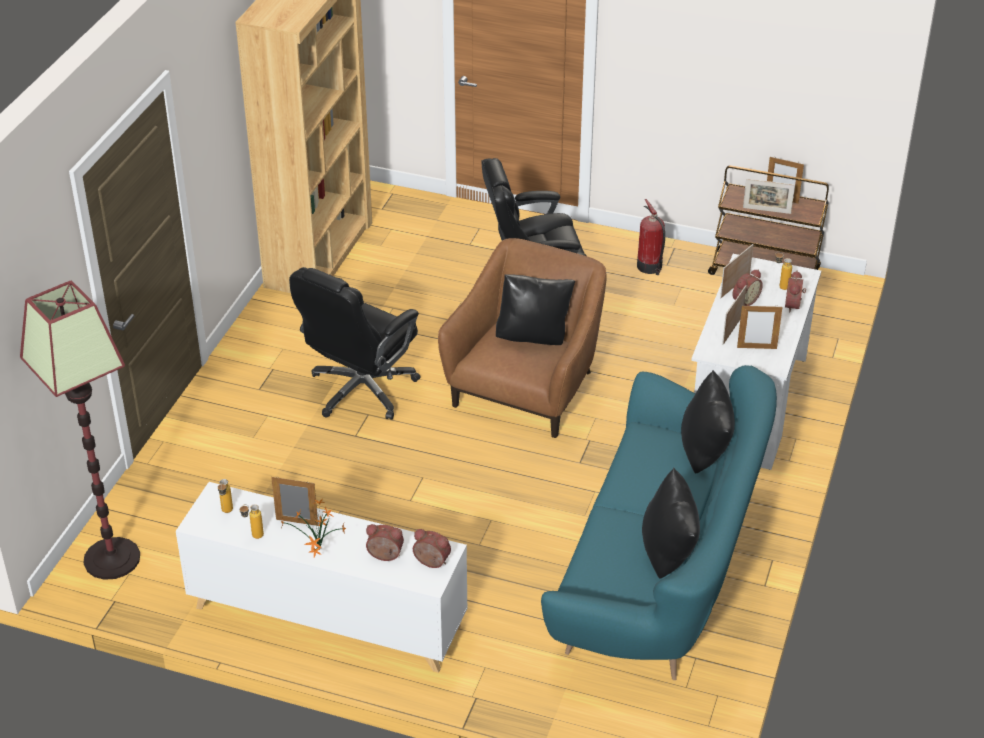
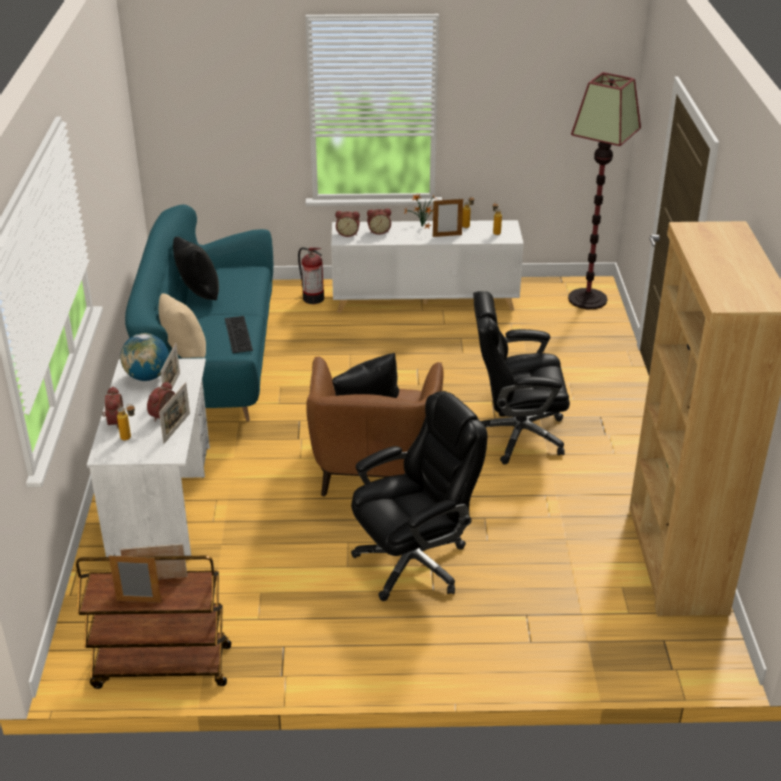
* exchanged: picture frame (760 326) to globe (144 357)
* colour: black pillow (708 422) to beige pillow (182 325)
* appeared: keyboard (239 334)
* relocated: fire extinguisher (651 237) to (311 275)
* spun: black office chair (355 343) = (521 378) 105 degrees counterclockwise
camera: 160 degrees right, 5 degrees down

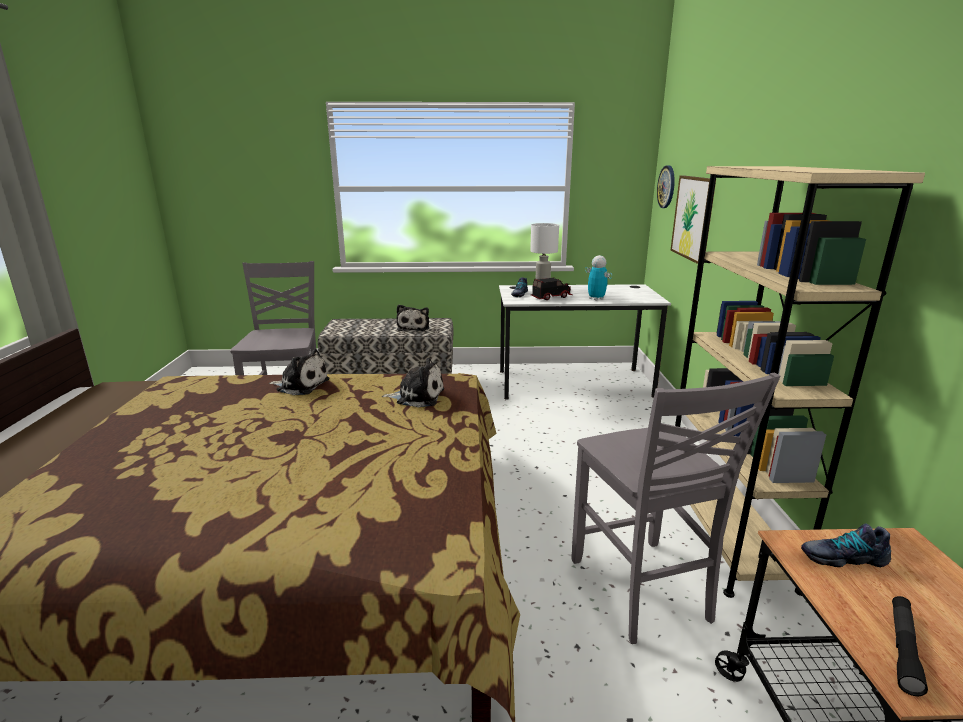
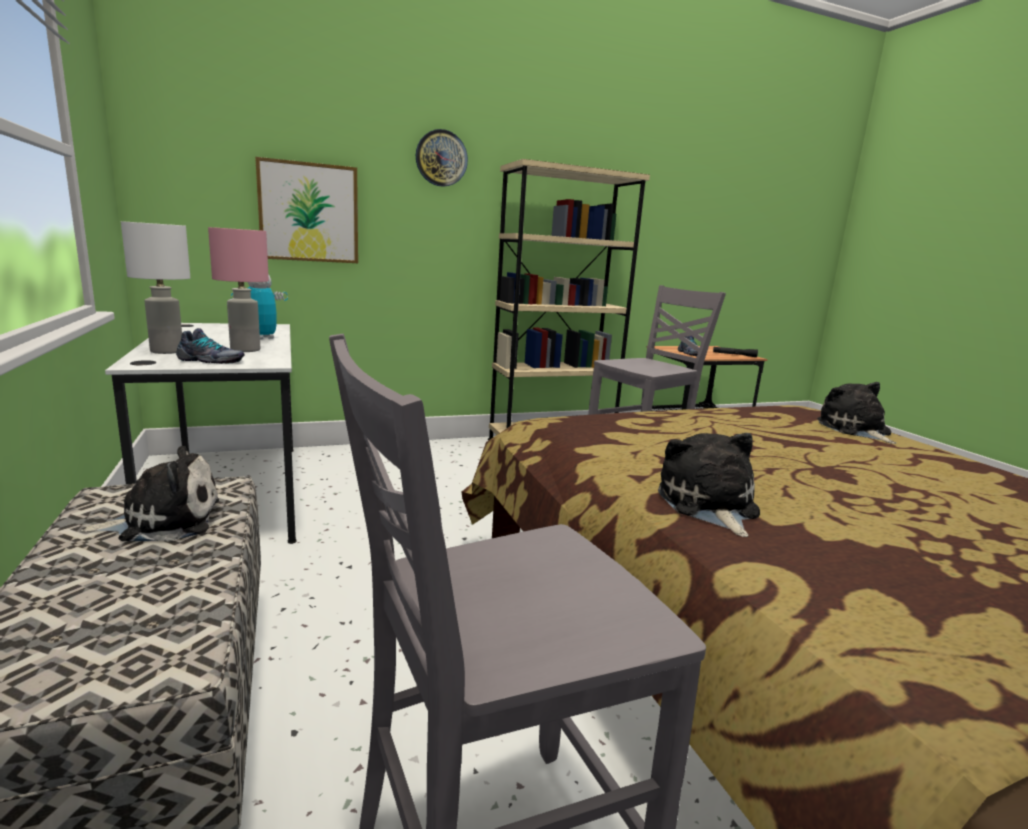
* exchanged: toy truck (552 289) to pink table lamp (238 289)
* relocated: wall clock (666 186) to (442 158)
* relocated: plush toy (413 383) to (856 413)
camera: 110 degrees left, 5 degrees down

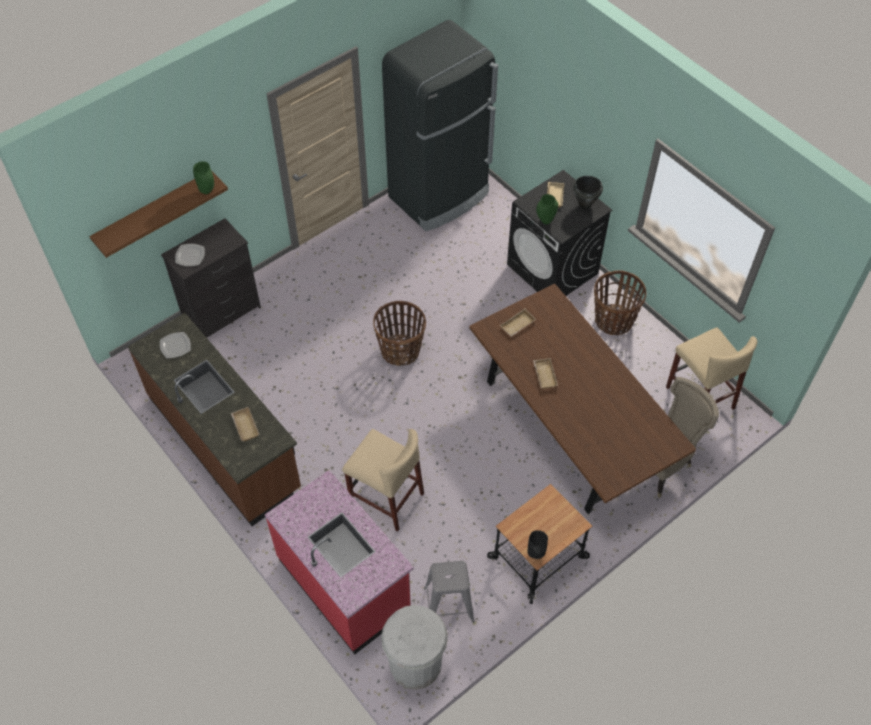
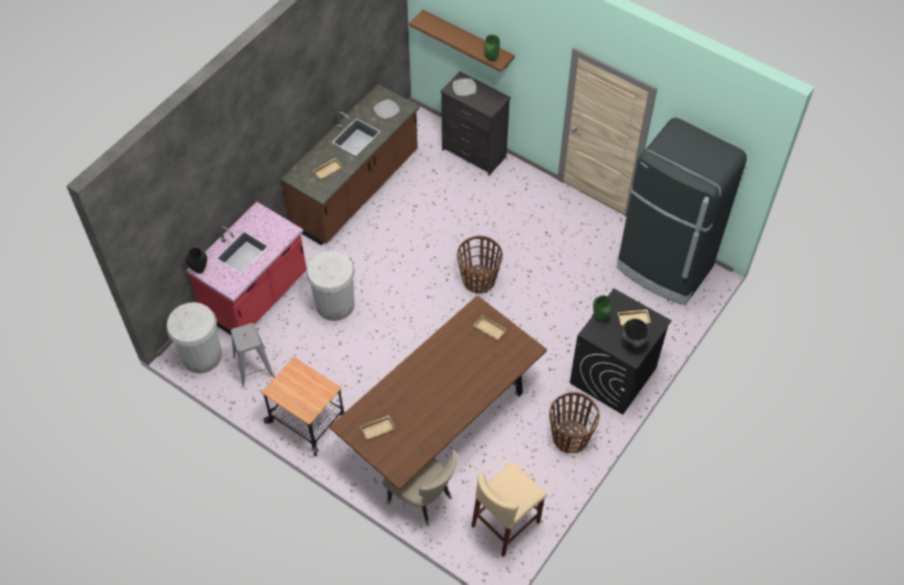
* relocated: black vase (537 544) to (196 261)
* exchanged: beige stool (383 480) to white trash can (330 286)
* relocated: beige tray (545 373) to (377 427)
camera: 75 degrees right, 0 degrees up

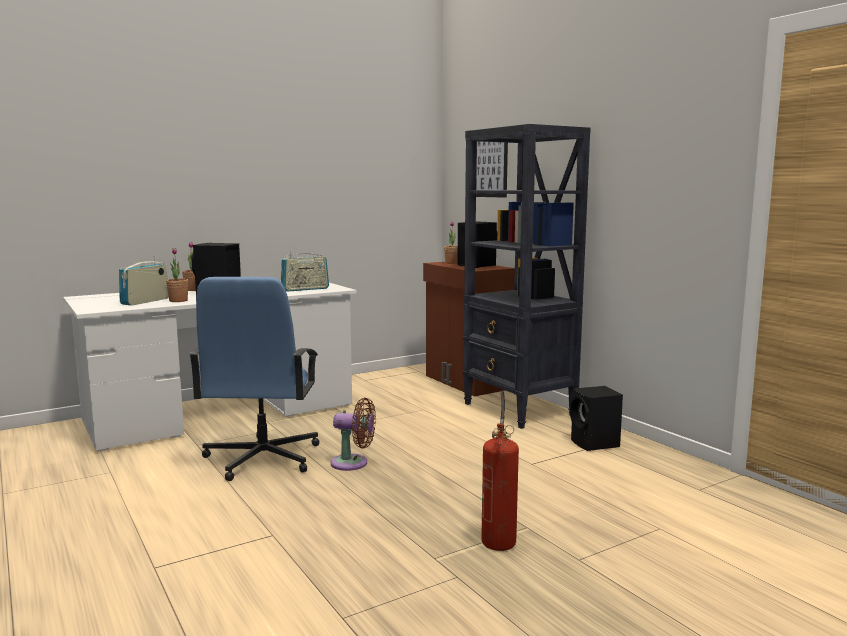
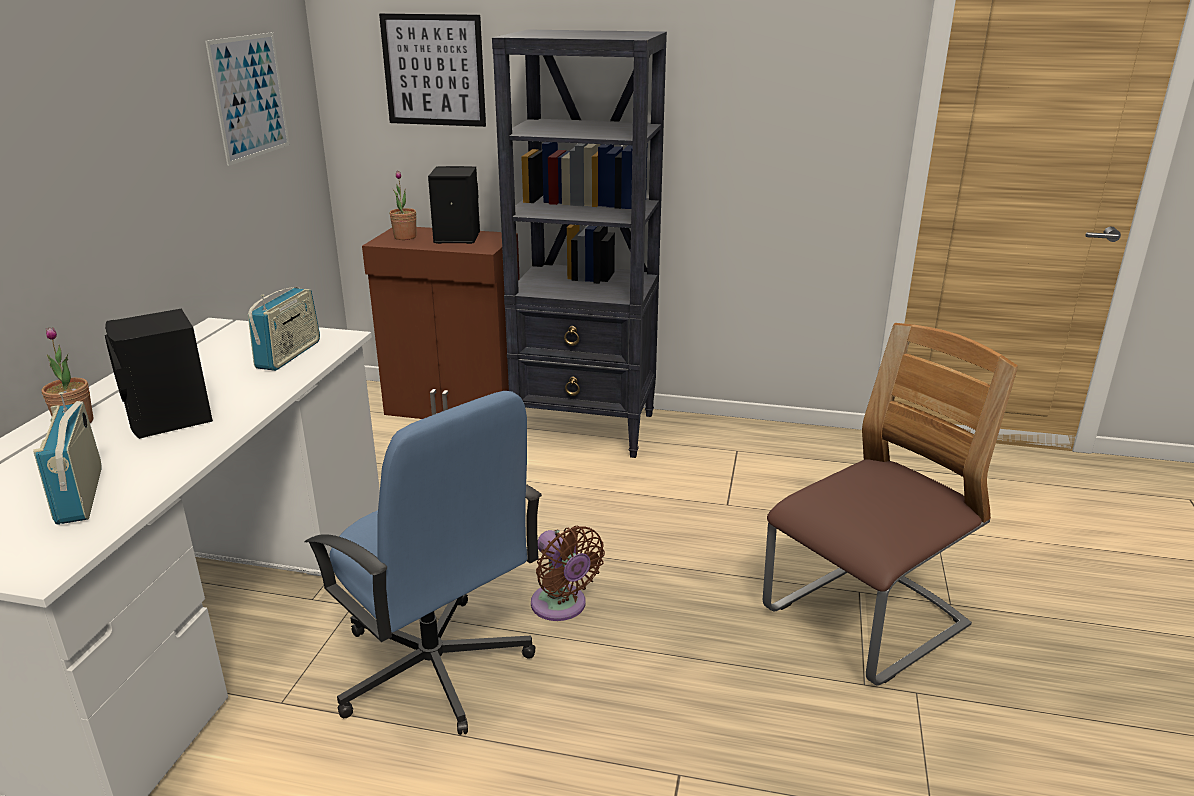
* appeared: picture (247 99)
* spun: brown fan (353 434) = (568 573) 90 degrees clockwise
* exchanged: fire extinguisher (500 471) to chair (890 504)
* missing: potted plant (177 275)
* missing: black speaker (596 418)
camera: 45 degrees left, 15 degrees up

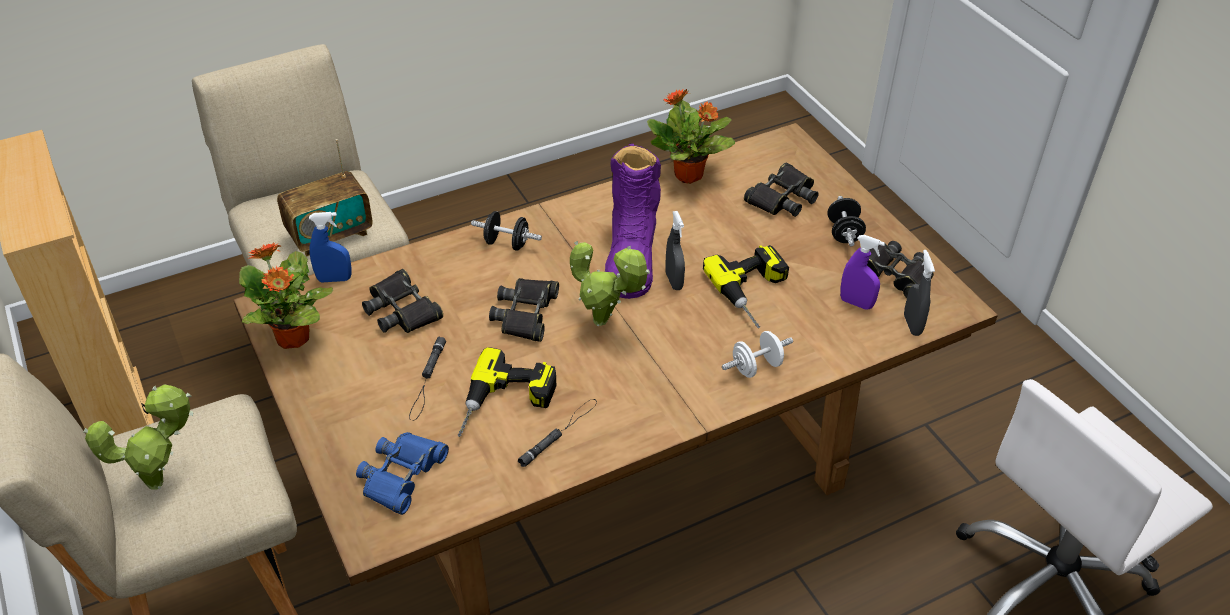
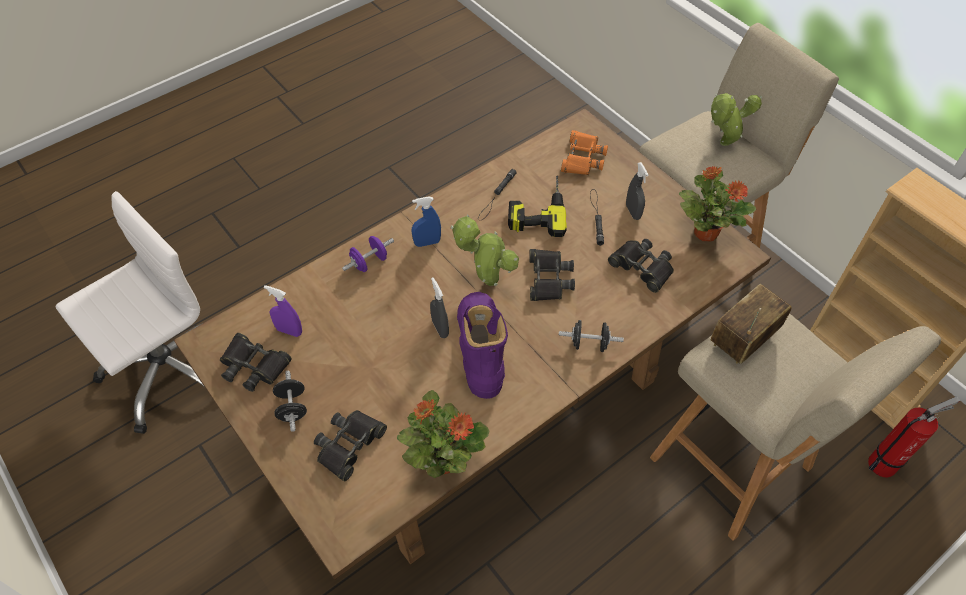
* colour: white dumbbell (757 354) to purple dumbbell (368 254)
* relocated: blue spray bottle (330 247) to (426 221)
* colour: blue binoculars (402 473) to orange binoculars (584 152)
* relocated: grey spray bottle (919 293) to (637 191)
* appeared: fire extinguisher (914 436)
* missing: power drill (746 286)
camera: 170 degrees right, 10 degrees up

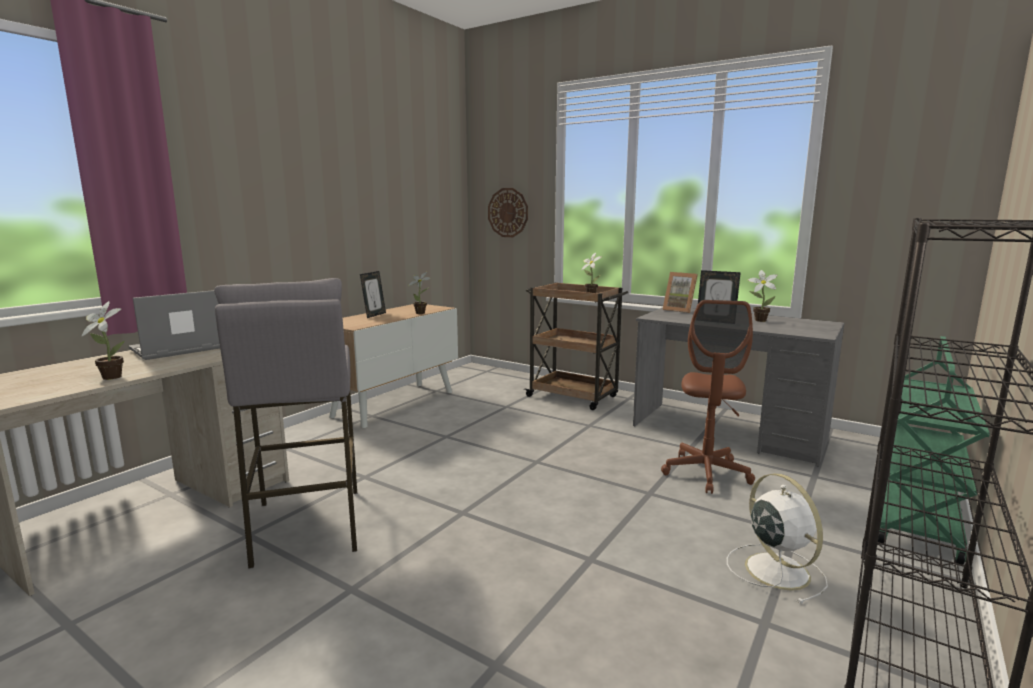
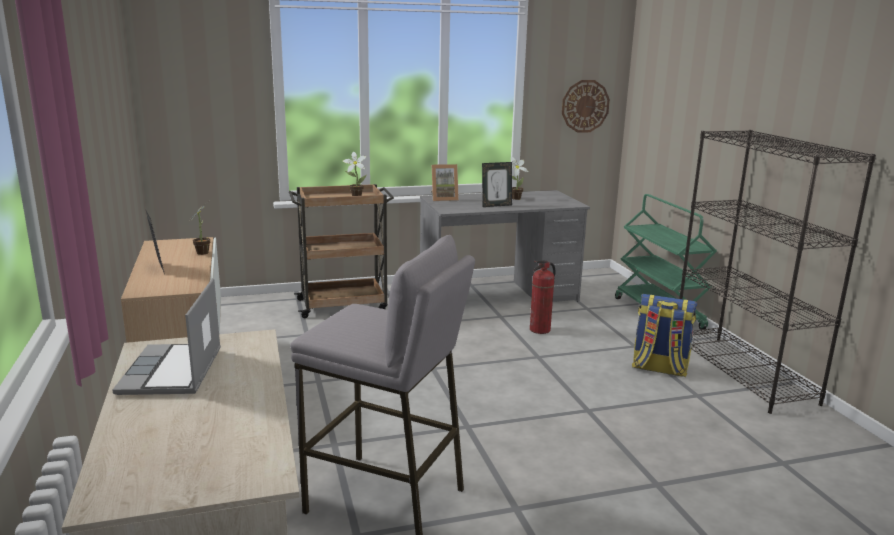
* exchanged: brown office chair (708 397) to fire extinguisher (542 297)
* relocated: wall clock (508 212) to (586 106)
* exchanged: white fan (777 538) to backpack (664 335)
* missing: potted plant (103 340)
camera: 50 degrees left, 5 degrees up

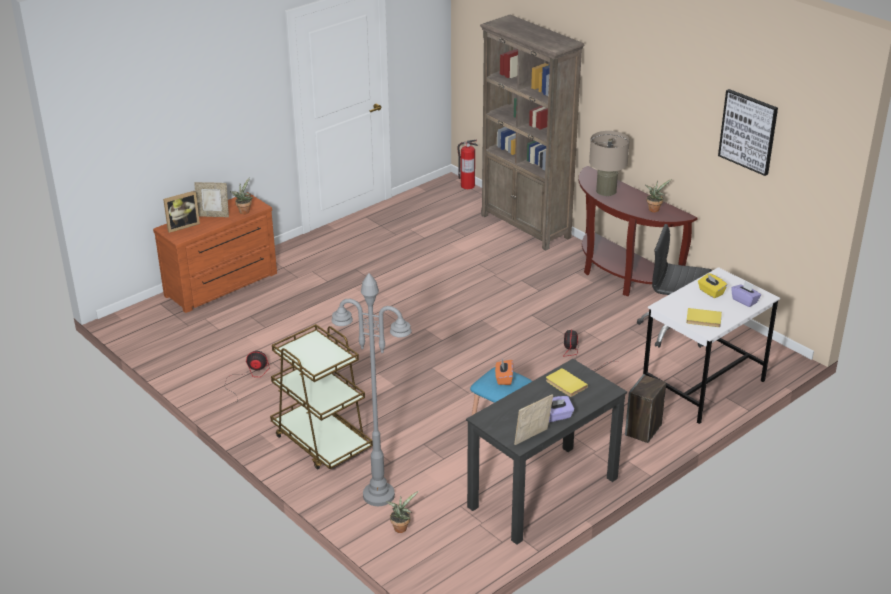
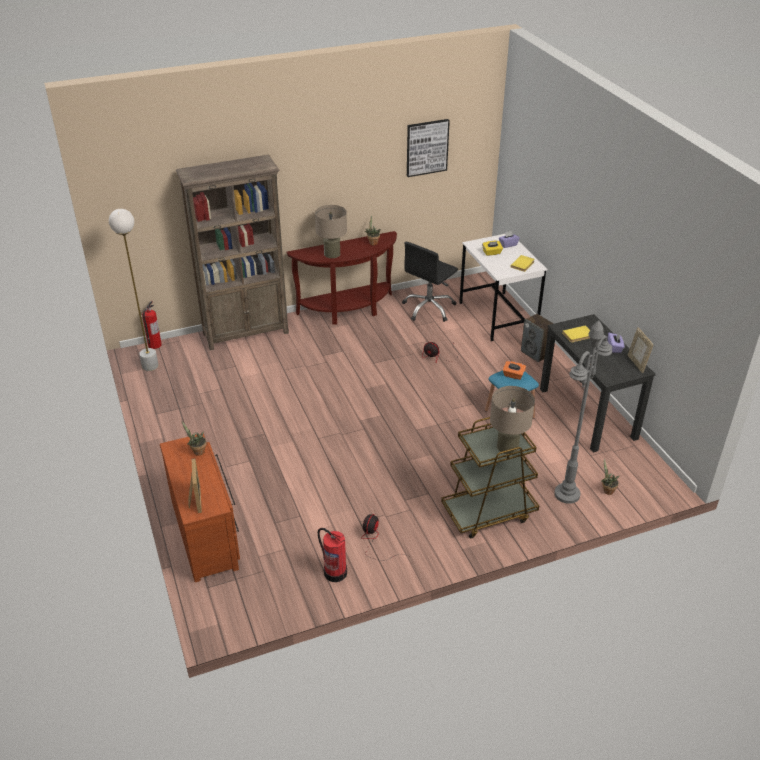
* appeared: white floor lamp (134 290)
* appeared: fire extinguisher (332 555)
* appeared: beige table lamp (512 420)
* missing: picture frame (211 199)
camera: 70 degrees left, 5 degrees up

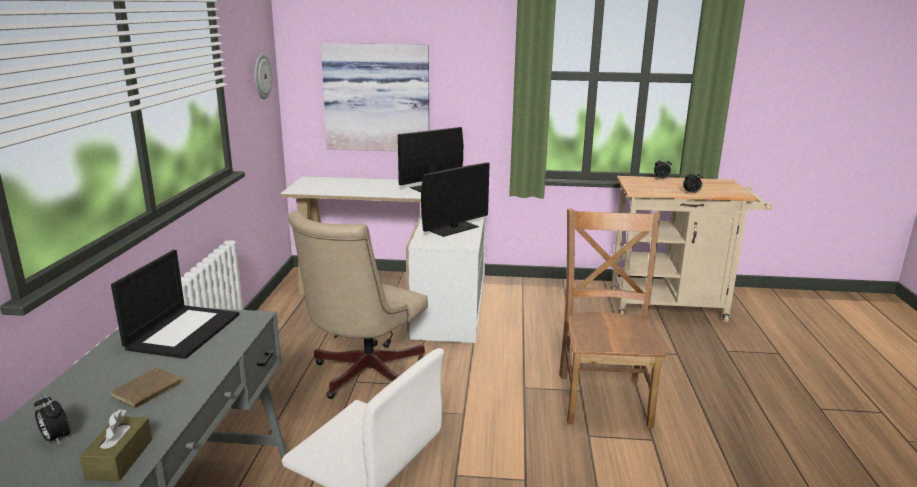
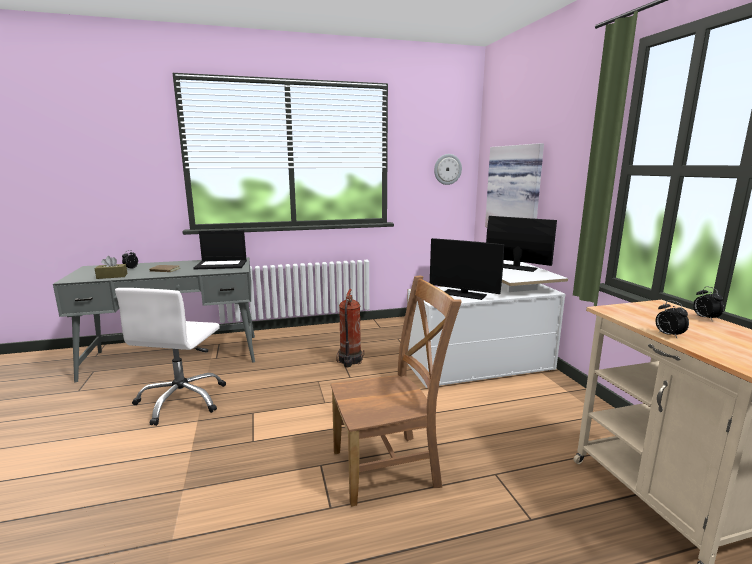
* exchanged: beige office chair (358 305) to fire extinguisher (350 328)
camera: 70 degrees right, 5 degrees down

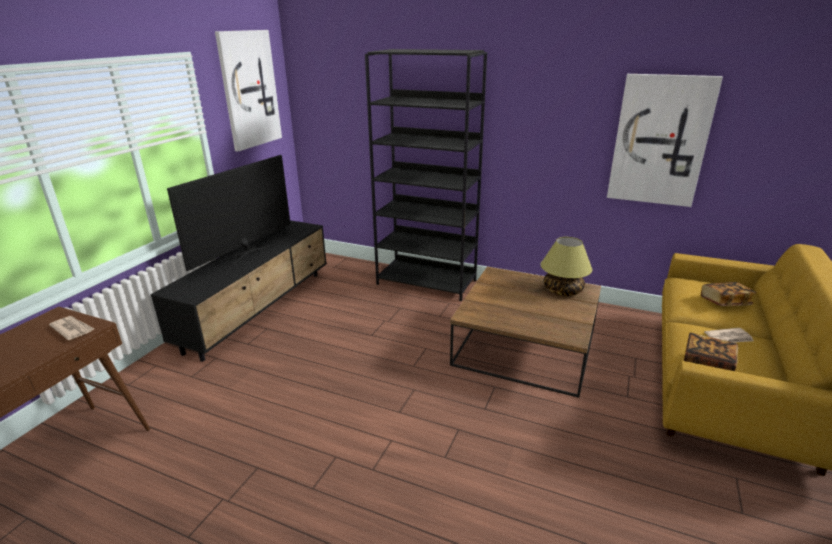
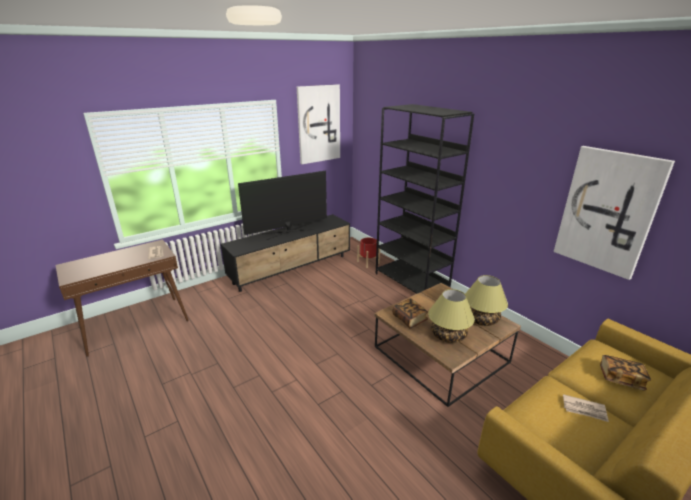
* appeared: red planter (368 253)
* relocated: book (711 352) to (410 313)
* appeared: table lamp (451 316)
camera: 30 degrees right, 0 degrees up

